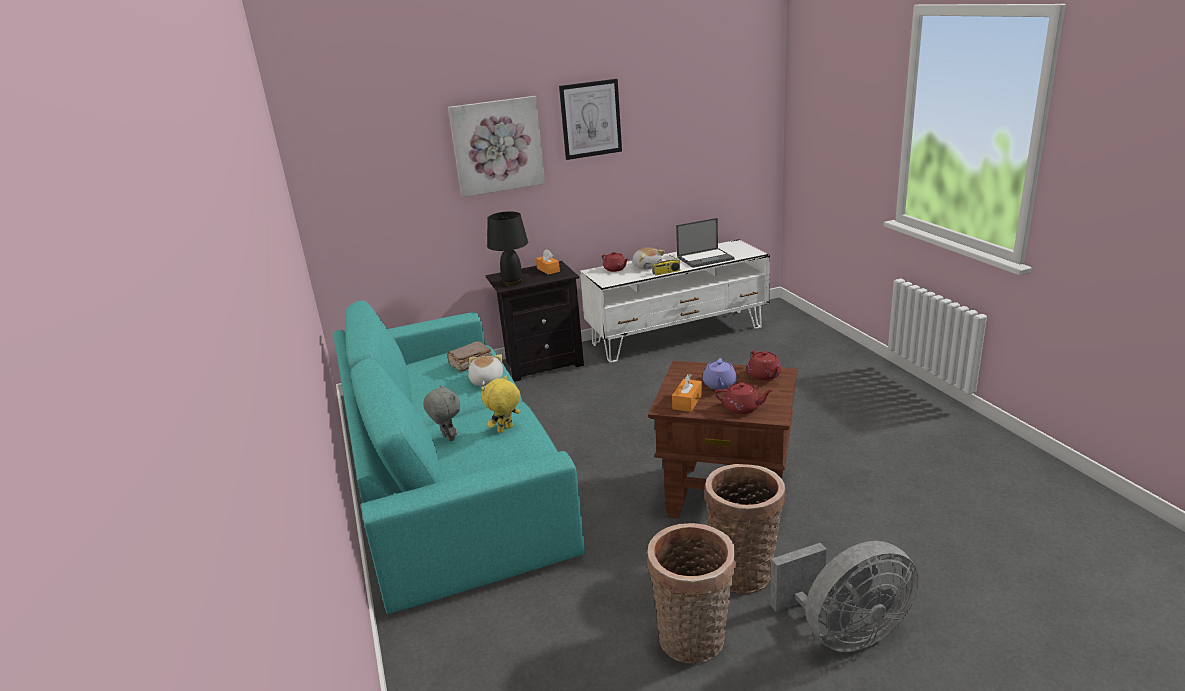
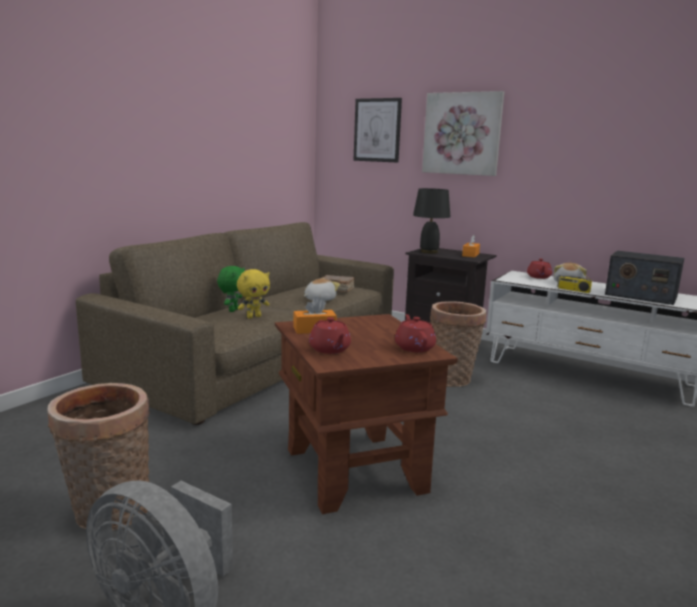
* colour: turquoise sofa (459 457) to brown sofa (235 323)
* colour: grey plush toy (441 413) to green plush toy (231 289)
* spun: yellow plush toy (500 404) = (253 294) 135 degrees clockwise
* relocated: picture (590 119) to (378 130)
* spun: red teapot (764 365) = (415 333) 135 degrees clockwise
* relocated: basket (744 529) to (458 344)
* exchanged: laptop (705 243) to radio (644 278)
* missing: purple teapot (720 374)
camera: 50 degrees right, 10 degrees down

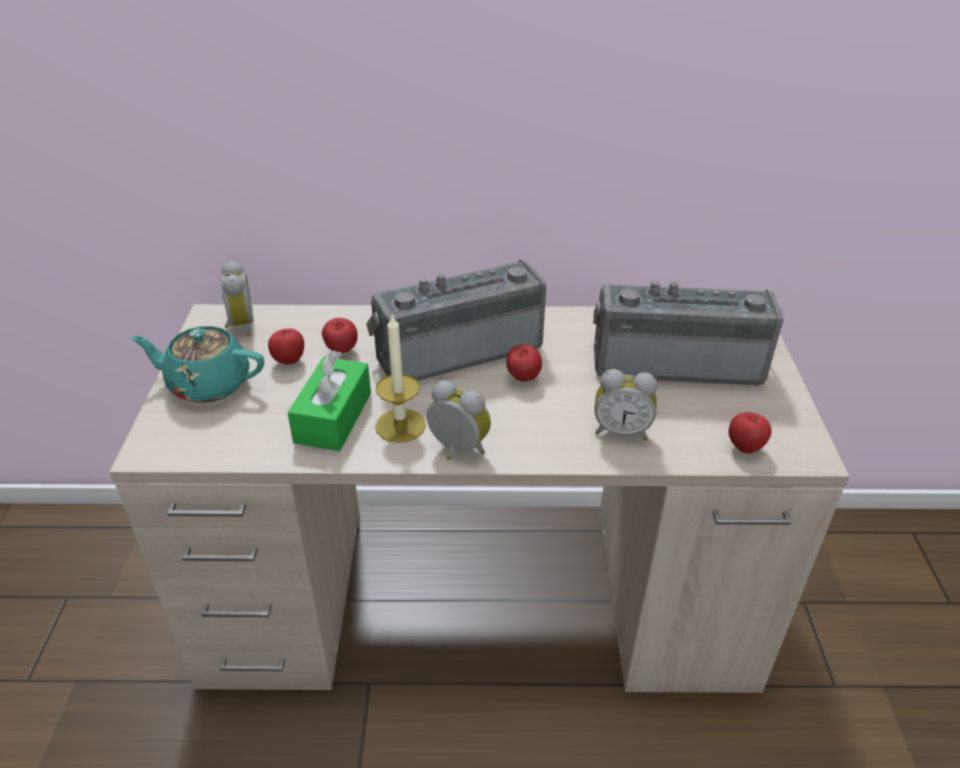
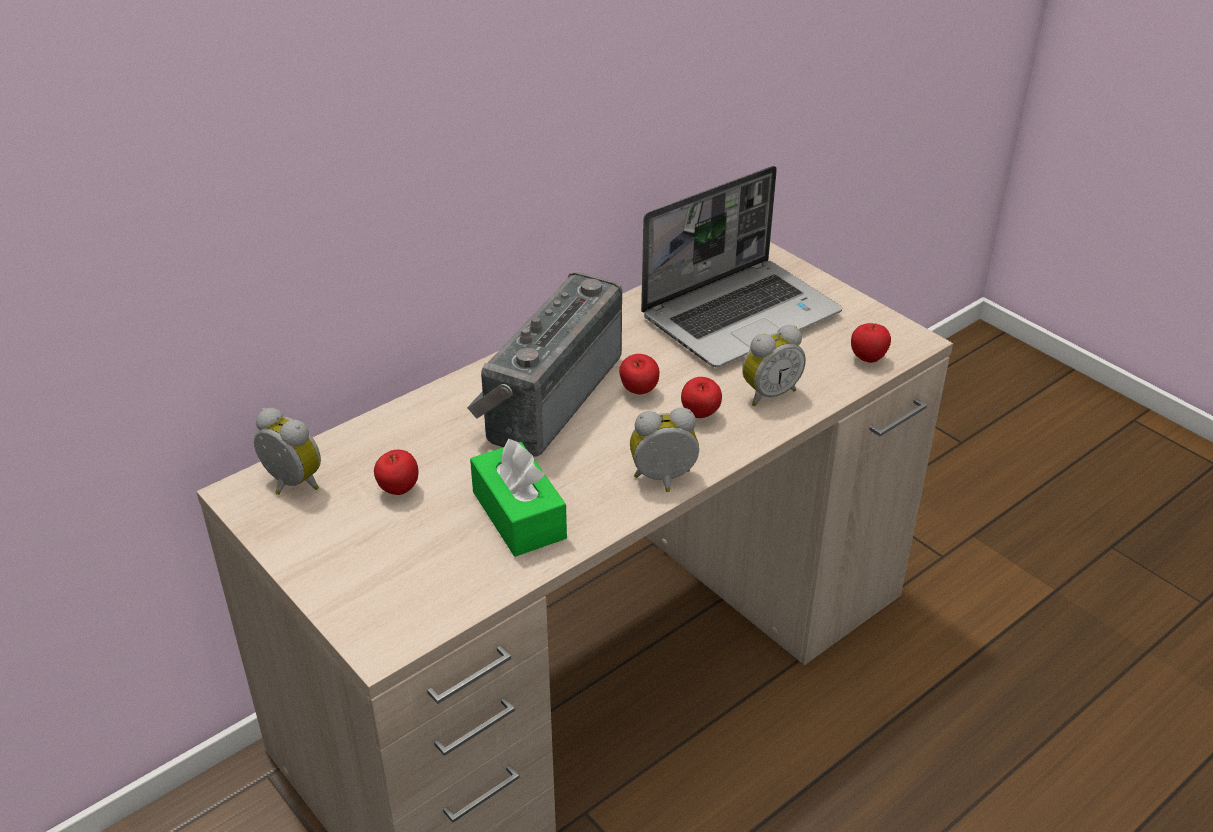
* exchanged: radio (688 333) to laptop (741 266)
* relocated: apple (340 335) to (701 397)
* missing: turquoise teapot (197 364)
* missing: candle (400 378)
camera: 40 degrees left, 0 degrees up

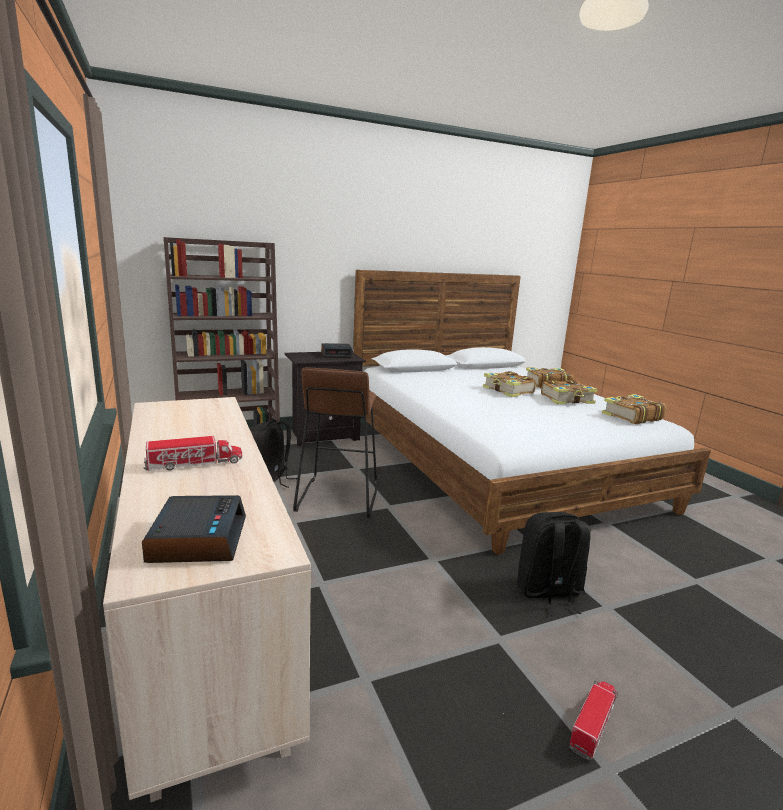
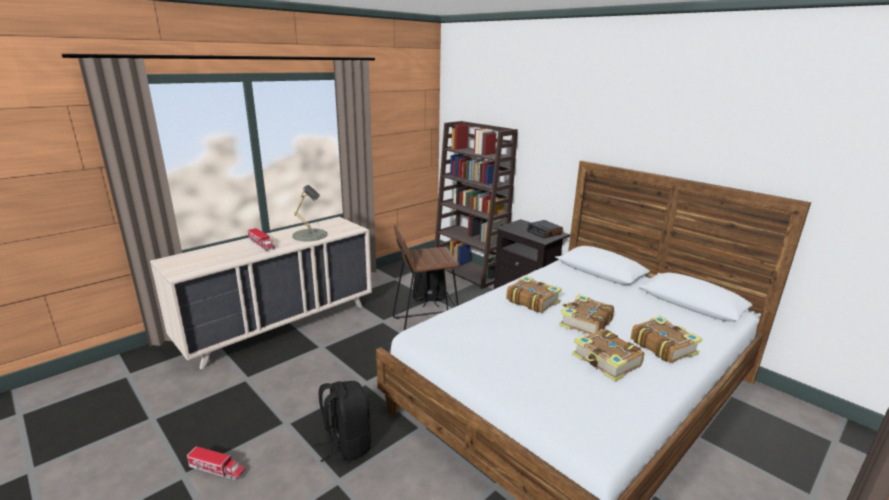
* appeared: grey table lamp (309 213)
* relocated: book (634 409) to (534 294)
* missing: alarm clock (194 529)
camera: 70 degrees right, 5 degrees up

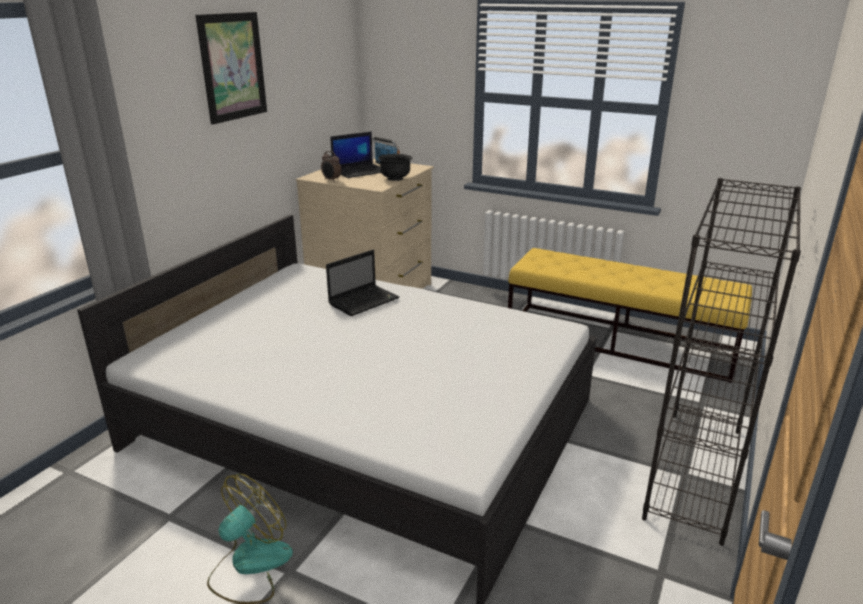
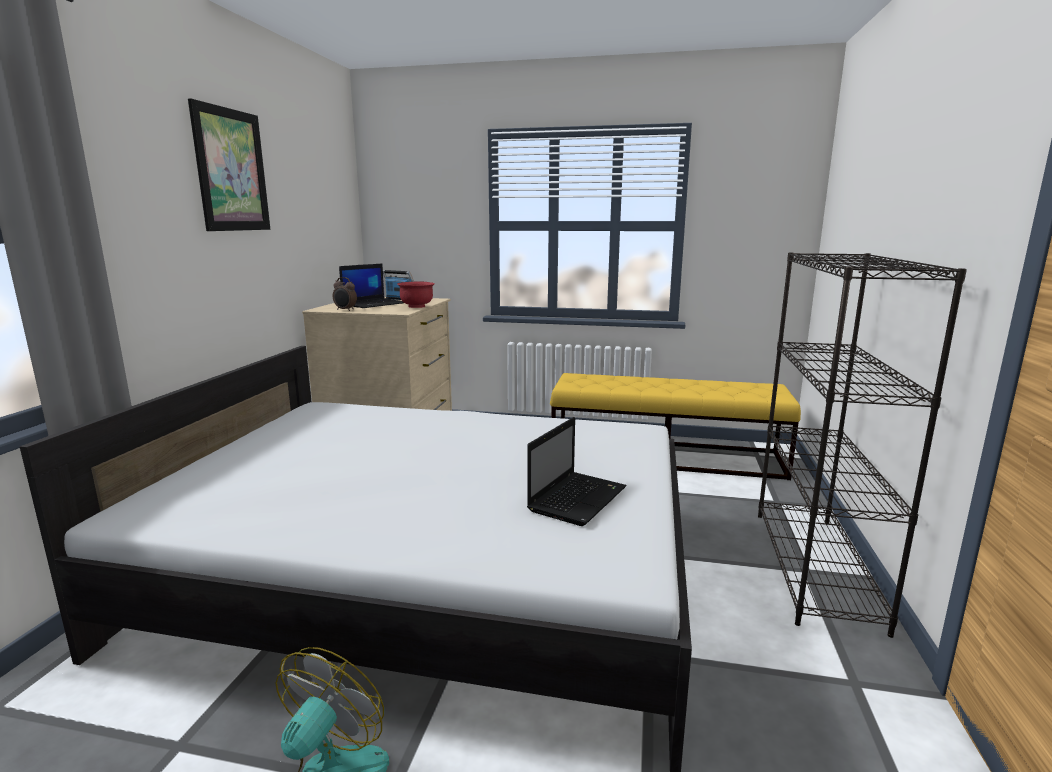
* colour: black bowl (395 167) to red bowl (416 295)
* relocated: laptop (362 283) to (576 471)
camera: 15 degrees left, 10 degrees down

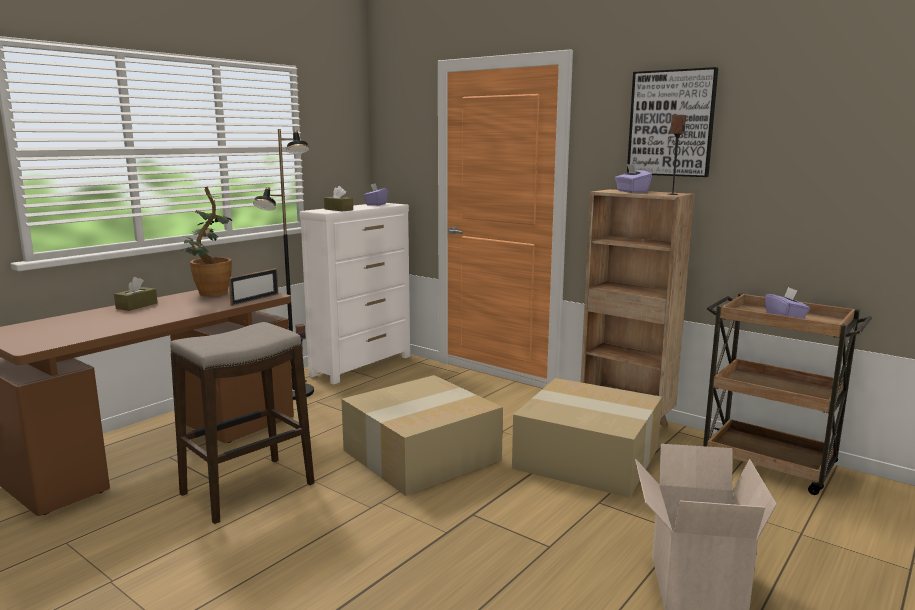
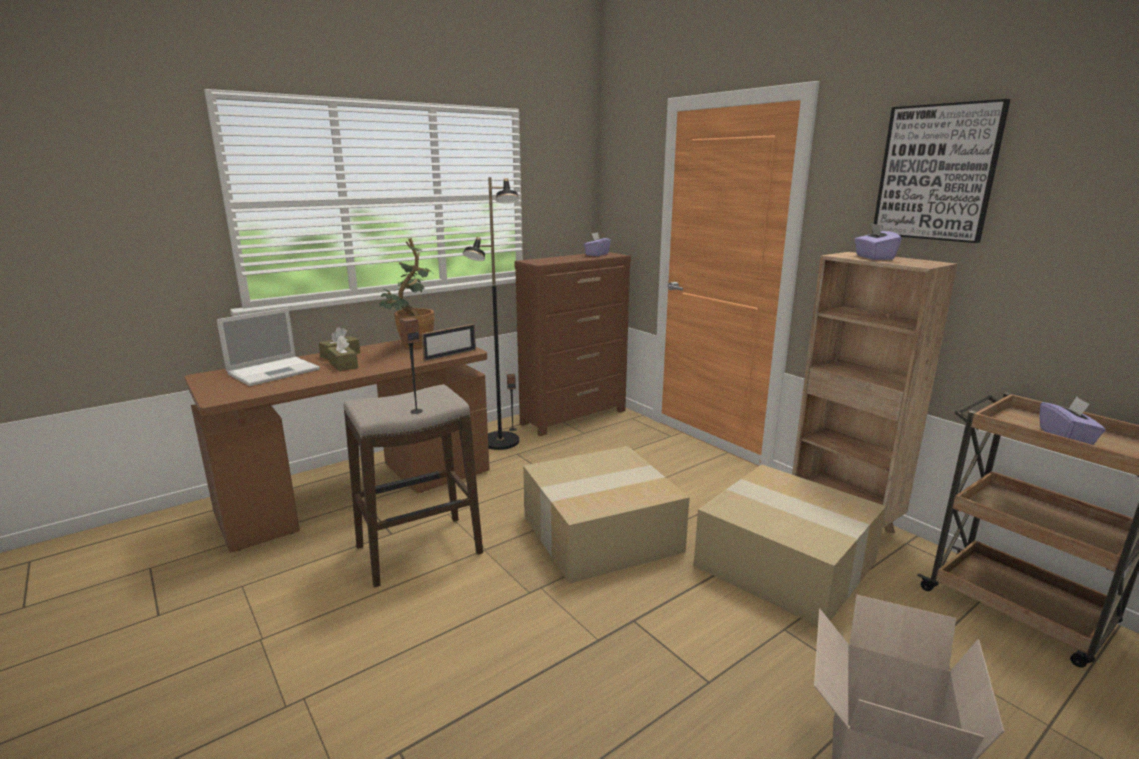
* appeared: laptop (268 347)
* relocated: brown tissue box (338 198) to (342 353)
* relocated: speaker (677 155) to (411 365)
* colour: white dresser (355 293) to brown dresser (572 344)
camera: 15 degrees right, 5 degrees up

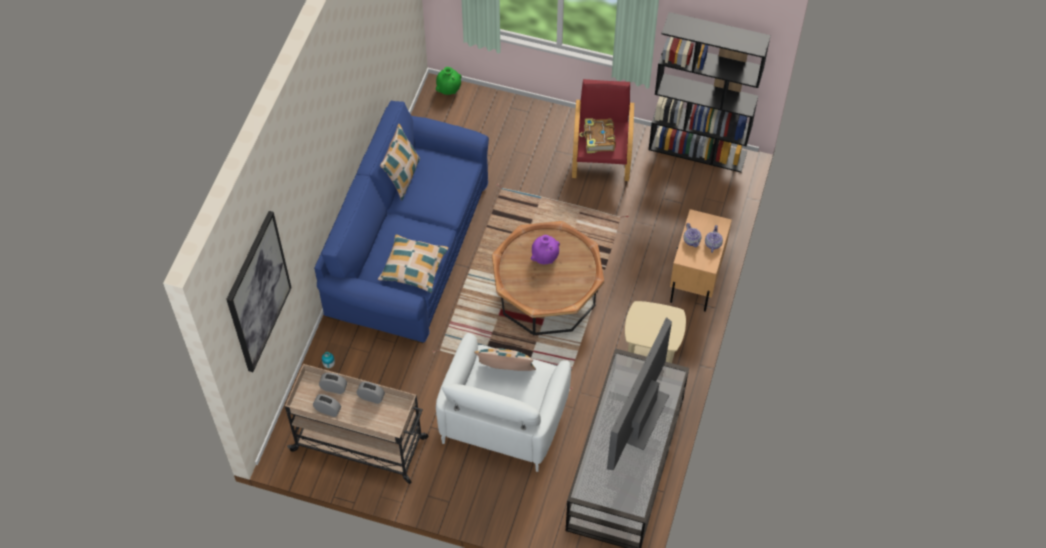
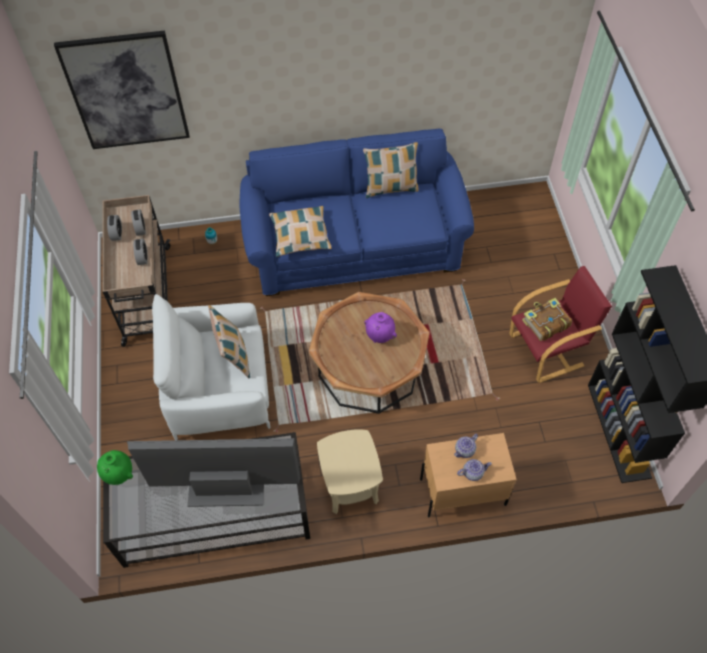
* relocated: green vase (449 81) to (115 467)
camera: 65 degrees right, 0 degrees up

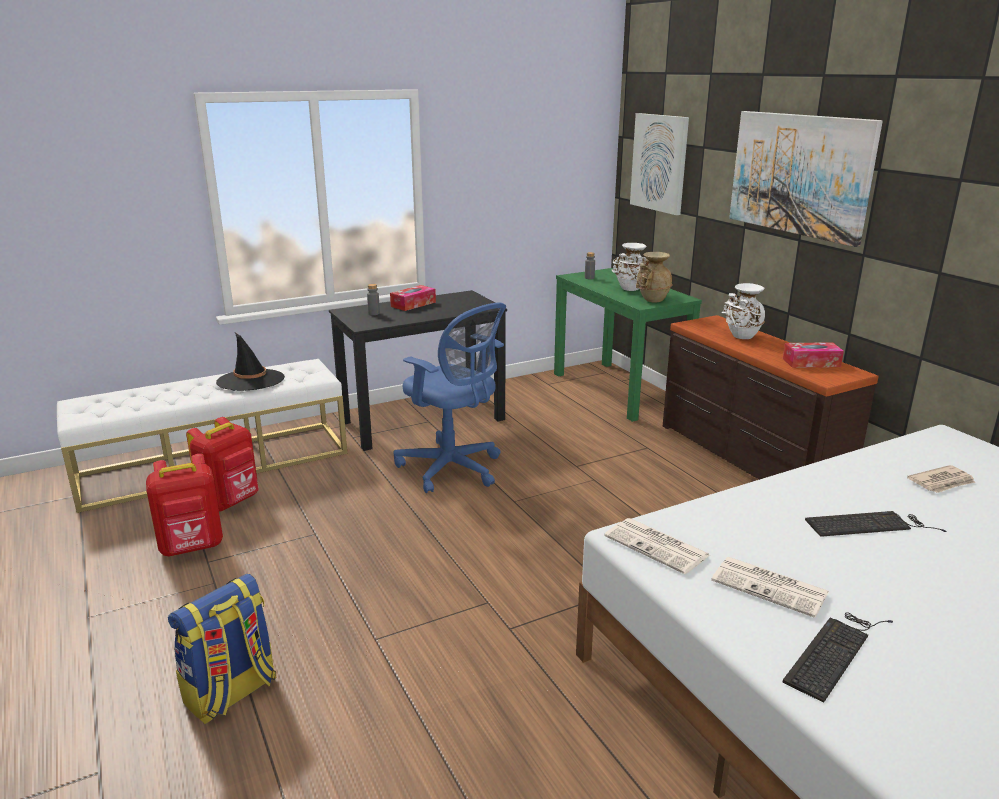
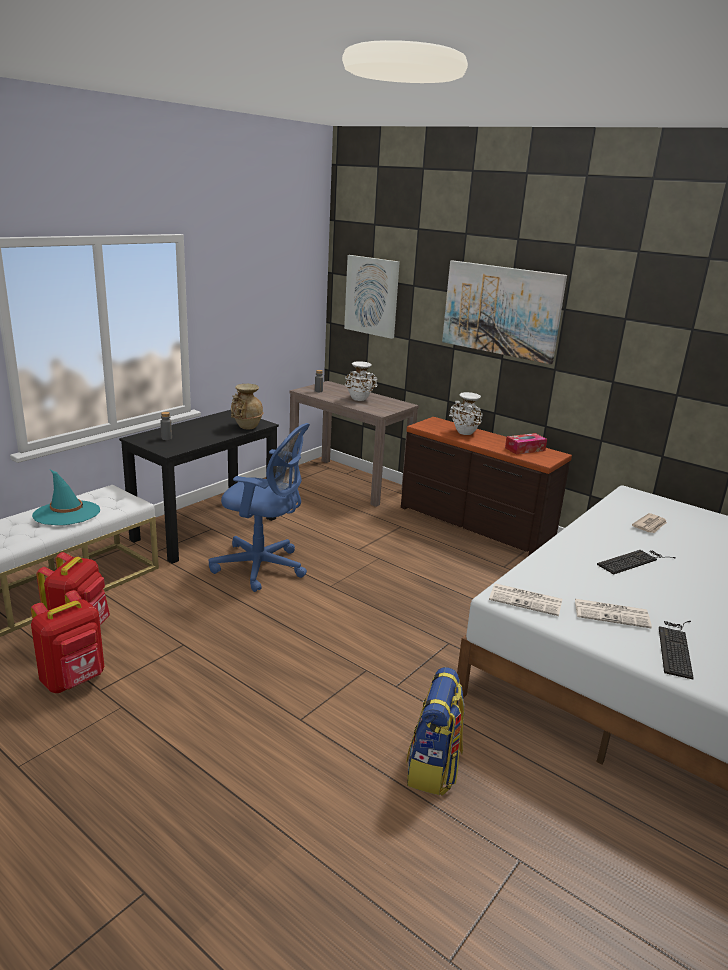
* colour: black hat (250 362) to turquoise hat (66 497)
* relocated: beige vase (654 277) to (247 406)
* colour: green console table (628 345) to brown console table (354 444)
* relocated: backpack (222 649) to (435 731)
* missing: tissue box (413 298)
camera: 25 degrees left, 0 degrees up

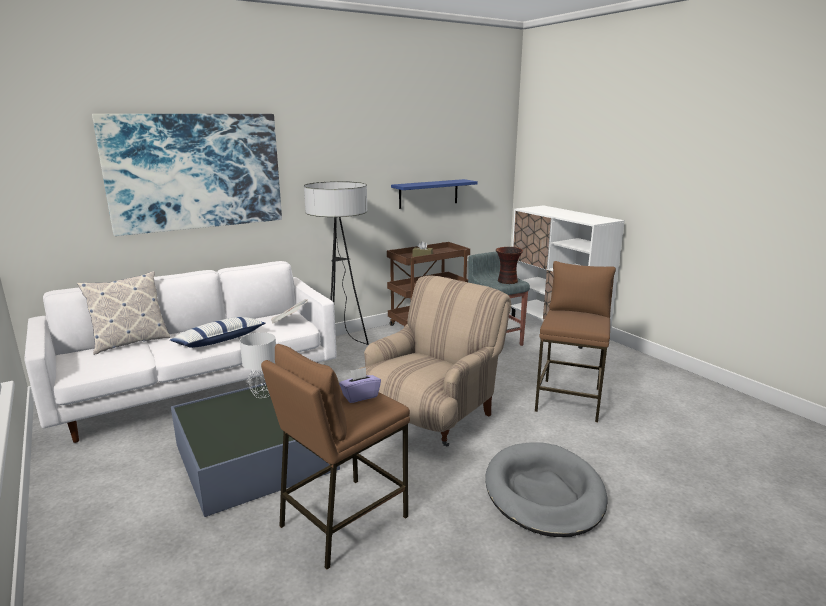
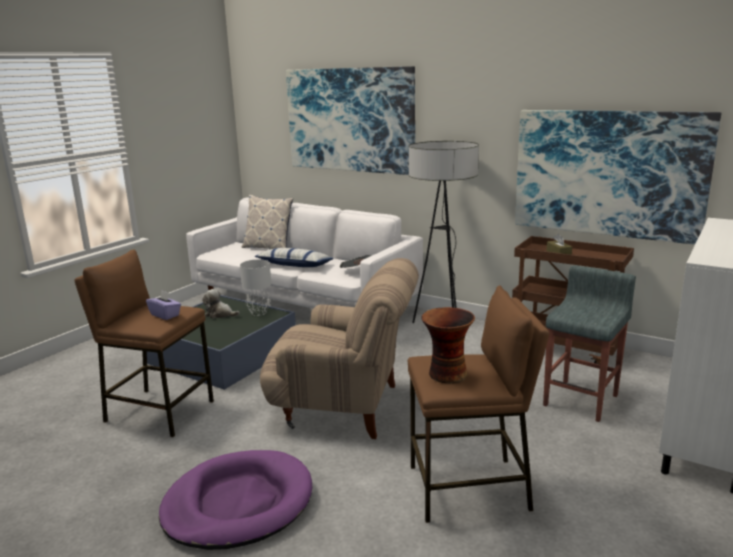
* colour: grey dog bed (546 489) to purple dog bed (235 500)
* appeared: plush toy (221 304)
* relocated: vase (509 265) to (448 345)
* exchanged: blue shelf (434 194) to picture (618 177)
camera: 65 degrees right, 0 degrees up

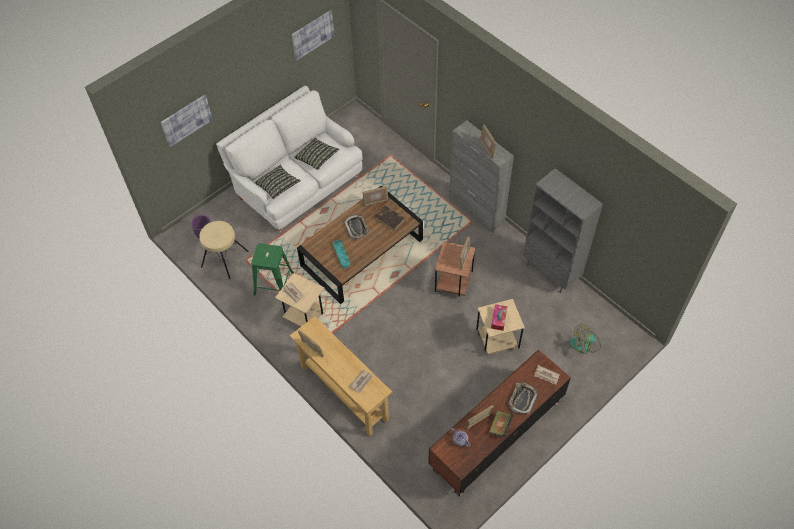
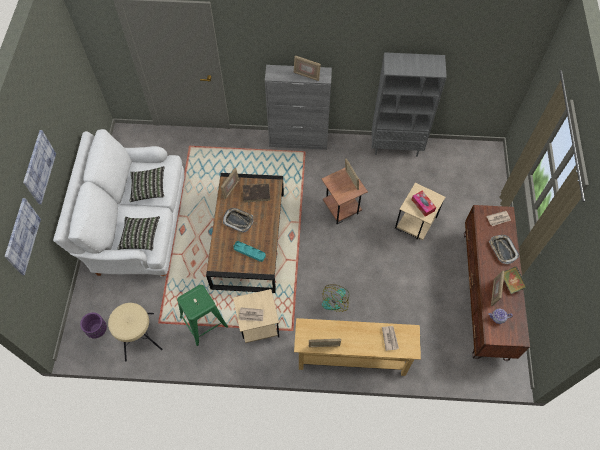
* relocated: picture (313 35) to (39 167)
* relocated: fan (585 339) to (335 298)
camera: 45 degrees left, 5 degrees up

